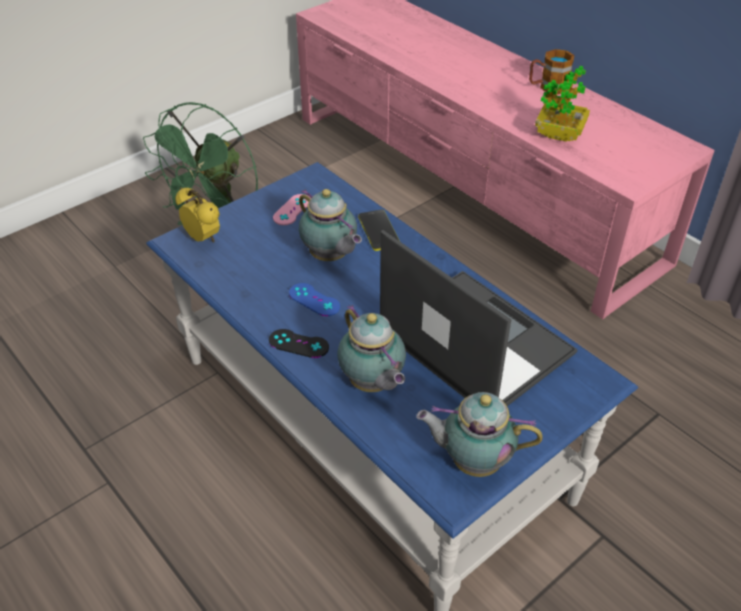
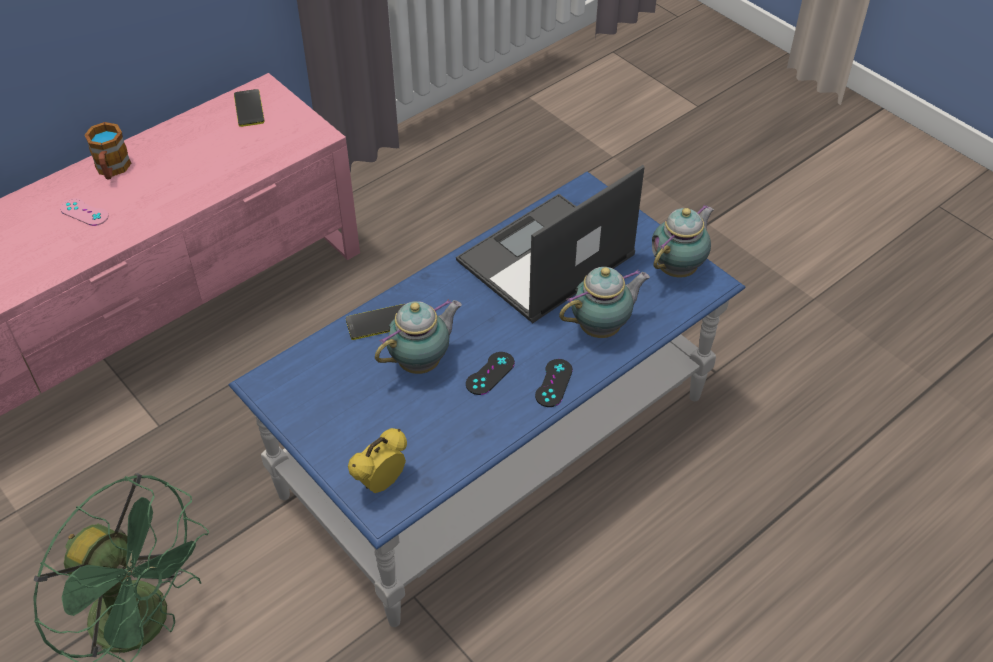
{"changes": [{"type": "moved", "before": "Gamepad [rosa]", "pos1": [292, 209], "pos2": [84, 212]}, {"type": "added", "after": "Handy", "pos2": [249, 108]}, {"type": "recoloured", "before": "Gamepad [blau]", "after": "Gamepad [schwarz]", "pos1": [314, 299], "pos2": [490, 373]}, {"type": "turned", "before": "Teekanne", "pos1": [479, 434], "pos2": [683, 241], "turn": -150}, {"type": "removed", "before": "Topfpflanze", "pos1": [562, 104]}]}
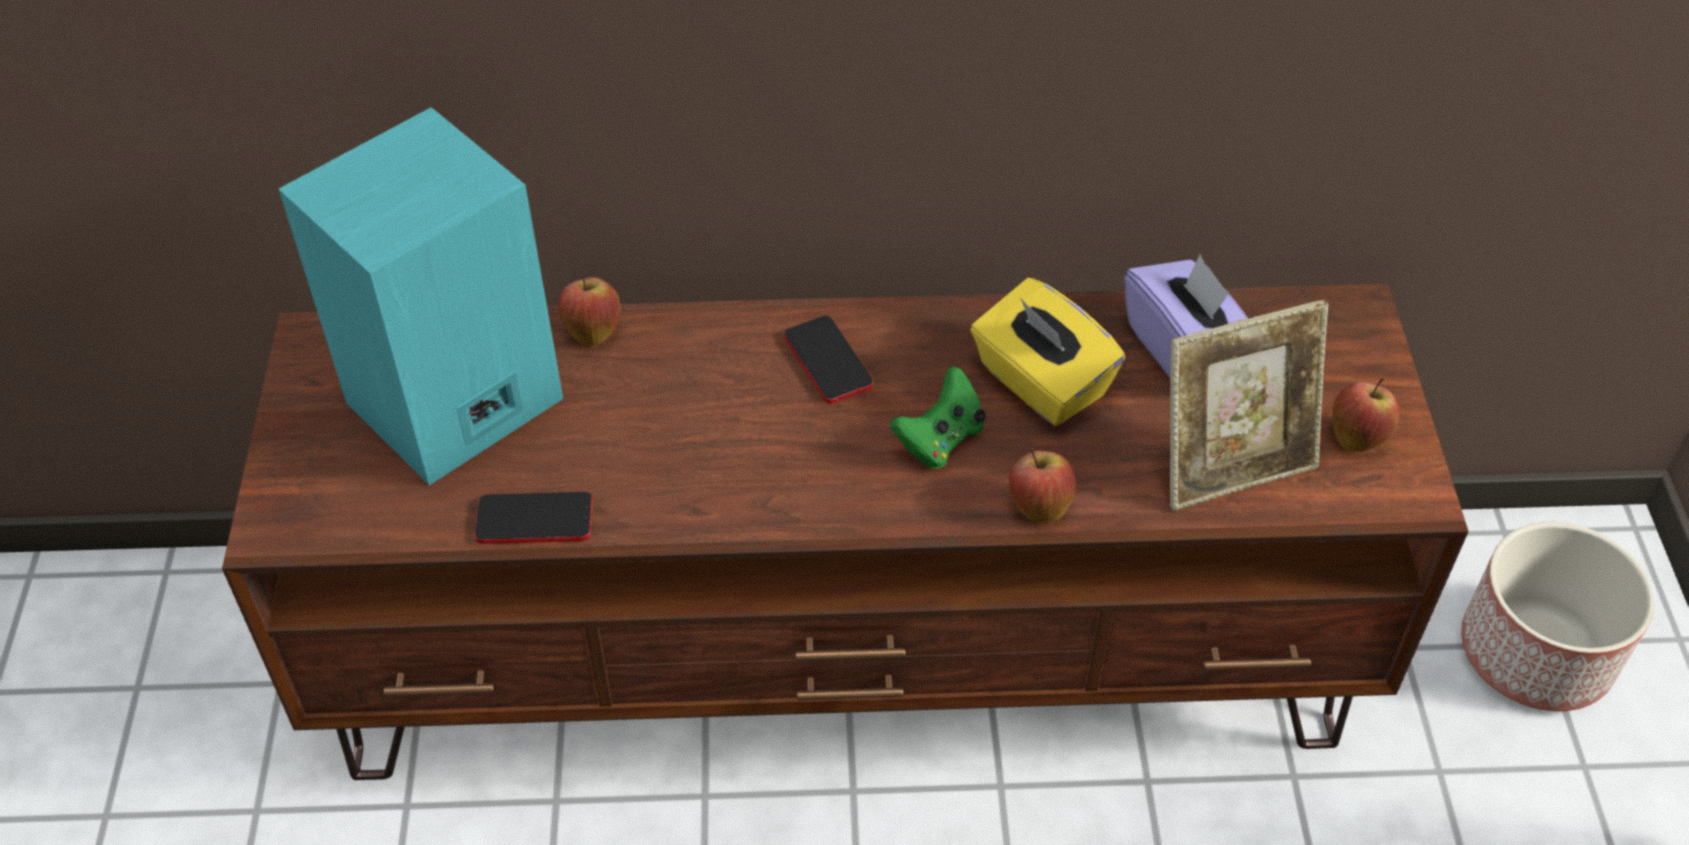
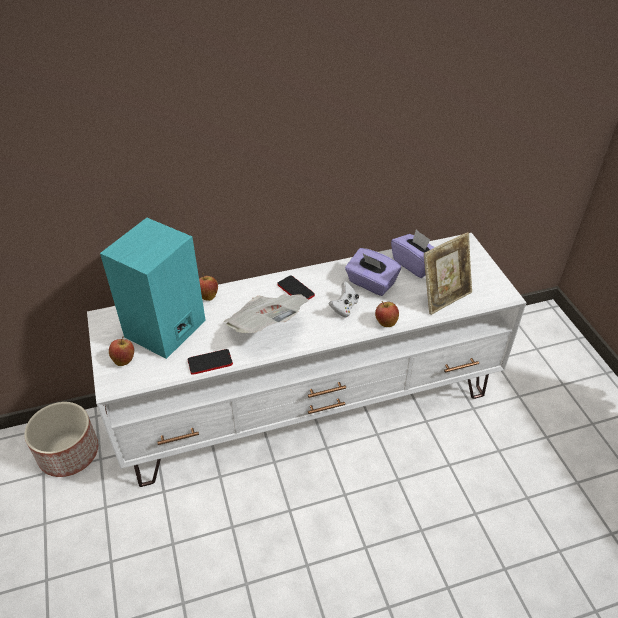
{"changes": [{"type": "moved", "before": "Pflanzkübel", "pos1": [1557, 617], "pos2": [61, 439]}, {"type": "recoloured", "before": "Fernsehschrank [braun]", "after": "Fernsehschrank [weiß]", "pos1": [845, 532], "pos2": [307, 360]}, {"type": "moved", "before": "Apfel", "pos1": [1365, 415], "pos2": [121, 351]}, {"type": "added", "after": "Zeitung", "pos2": [266, 313]}, {"type": "recoloured", "before": "Gamepad [grün]", "after": "Gamepad [weiß]", "pos1": [938, 418], "pos2": [344, 299]}, {"type": "recoloured", "before": "Taschentuchbox [gelb]", "after": "Taschentuchbox [lila]", "pos1": [1047, 352], "pos2": [373, 272]}]}
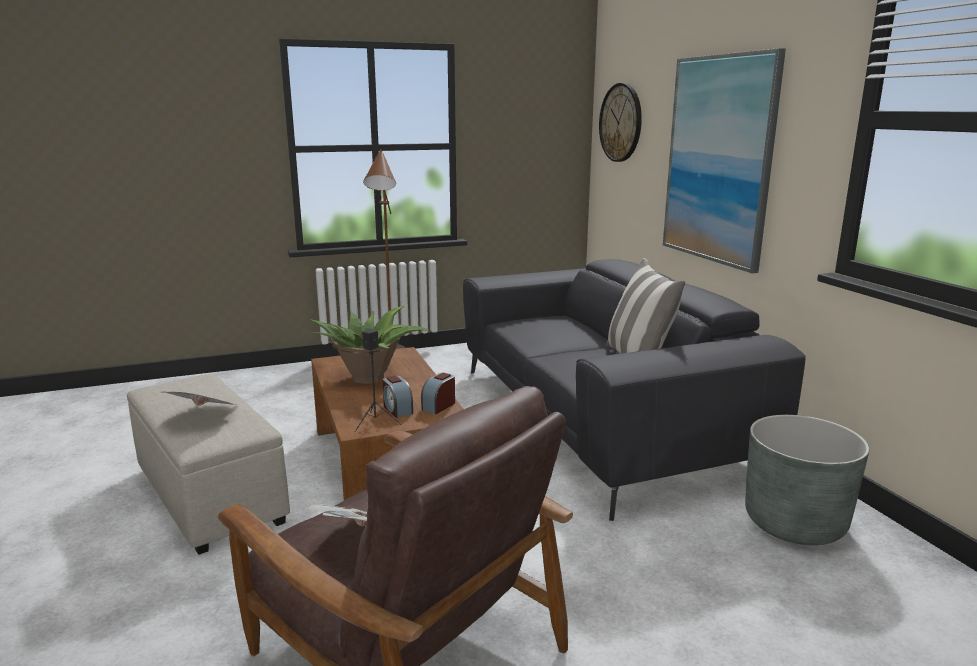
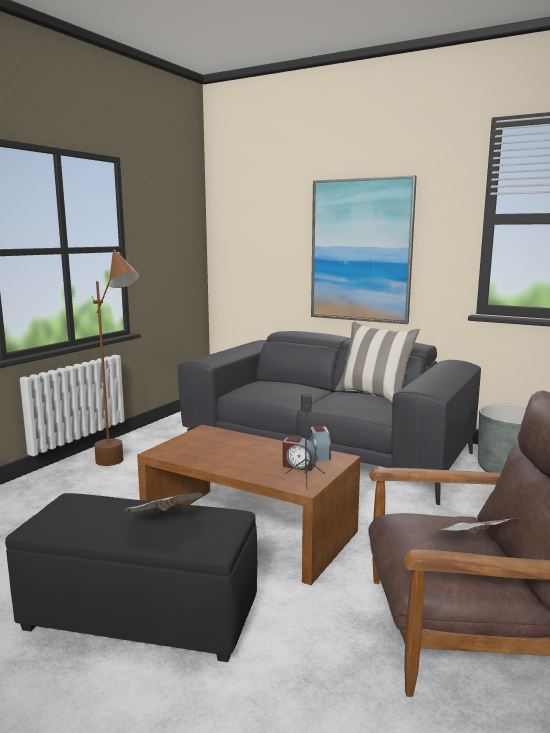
{"changes": [{"type": "recoloured", "before": "Polsterhocker [beige]", "after": "Polsterhocker [schwarz]", "pos1": [208, 464], "pos2": [131, 577]}, {"type": "removed", "before": "Topfpflanze", "pos1": [369, 345]}, {"type": "removed", "before": "Wanduhr", "pos1": [620, 122]}]}
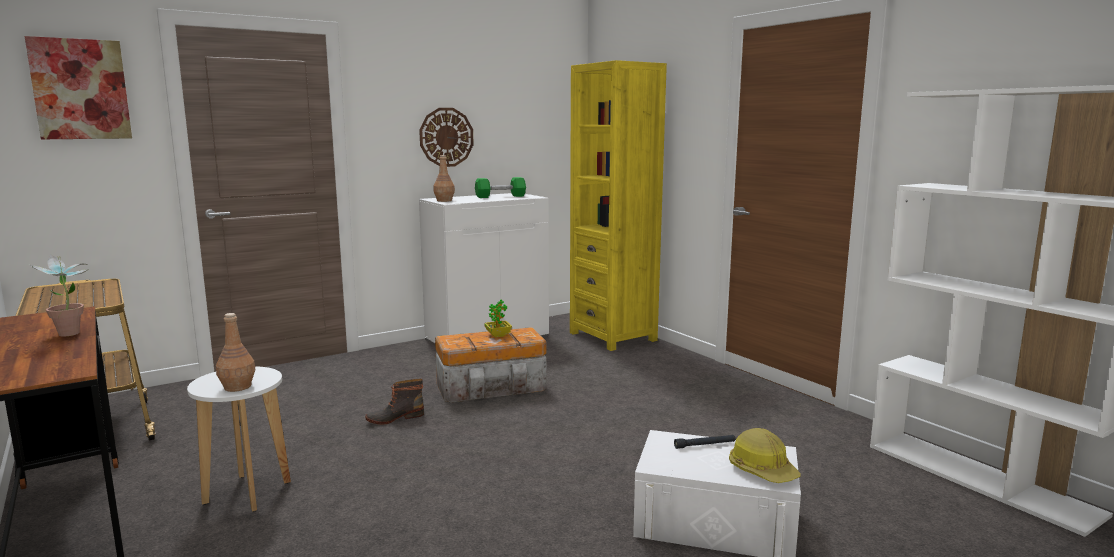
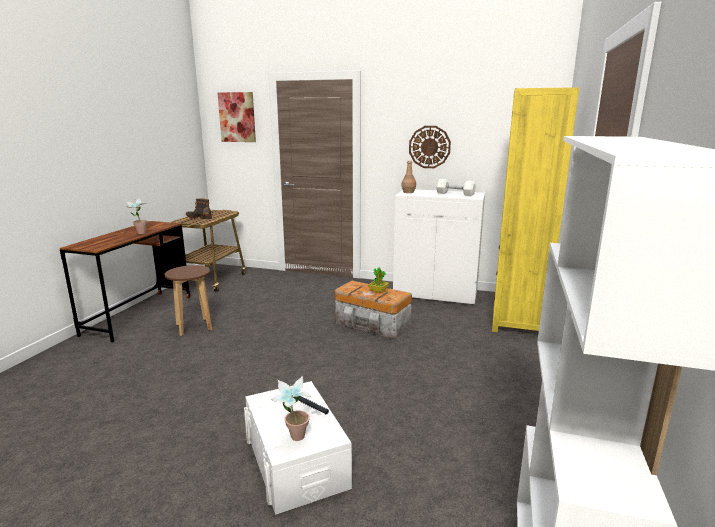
{"changes": [{"type": "recoloured", "before": "Hocker [weiß]", "after": "Hocker [braun]", "pos1": [239, 439], "pos2": [188, 300]}, {"type": "moved", "before": "Stiefel", "pos1": [394, 402], "pos2": [199, 208]}, {"type": "replaced", "before": "Schutzhelm", "after": "Topfpflanze", "pos1": [765, 455], "pos2": [291, 408]}, {"type": "recoloured", "before": "Hantel [grün]", "after": "Hantel [weiß]", "pos1": [500, 187], "pos2": [456, 187]}, {"type": "removed", "before": "Flasche [braun]", "pos1": [235, 352]}]}
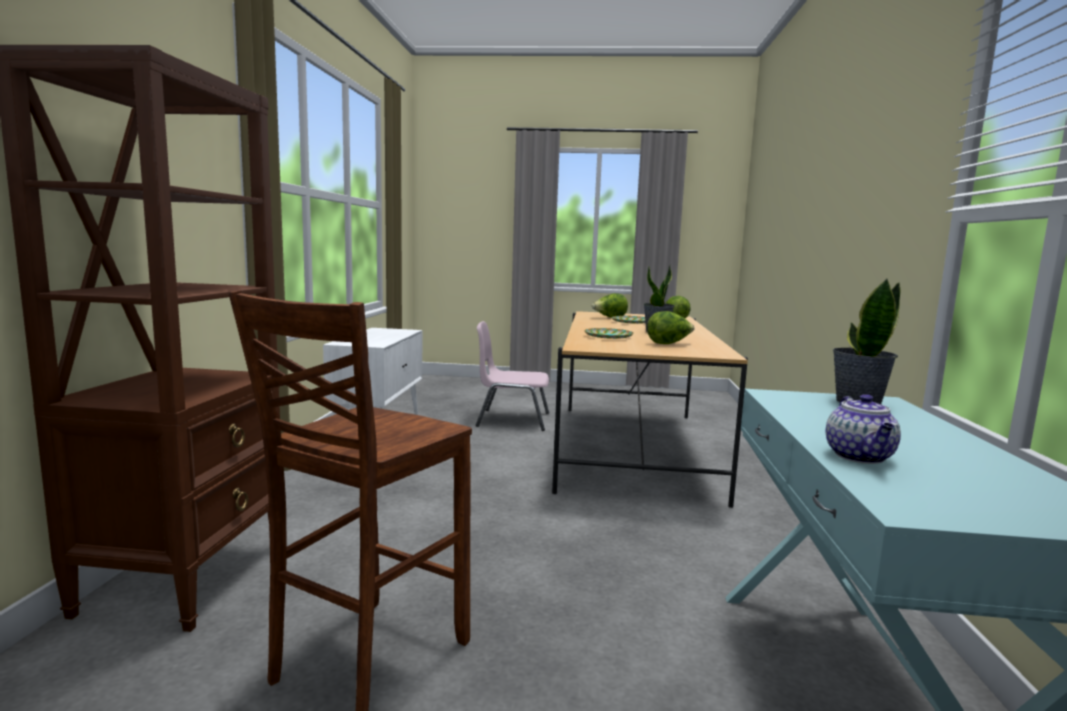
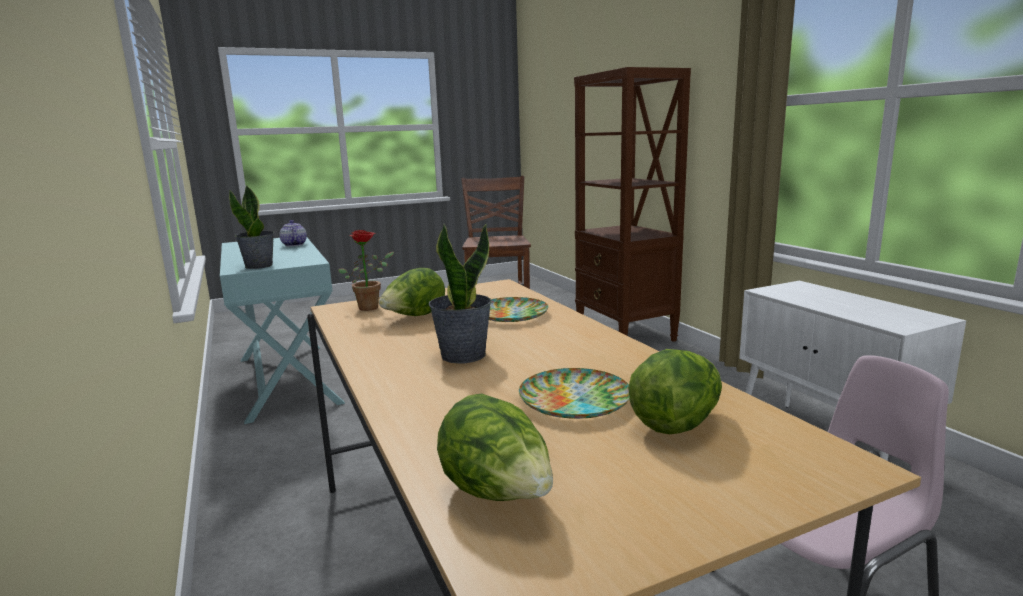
{"changes": [{"type": "added", "after": "Topfpflanze", "pos2": [366, 270]}]}
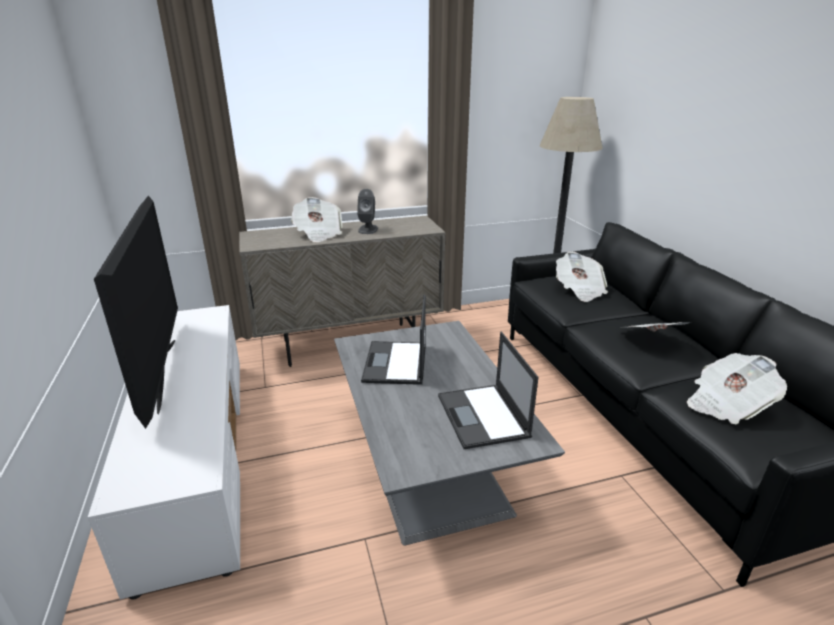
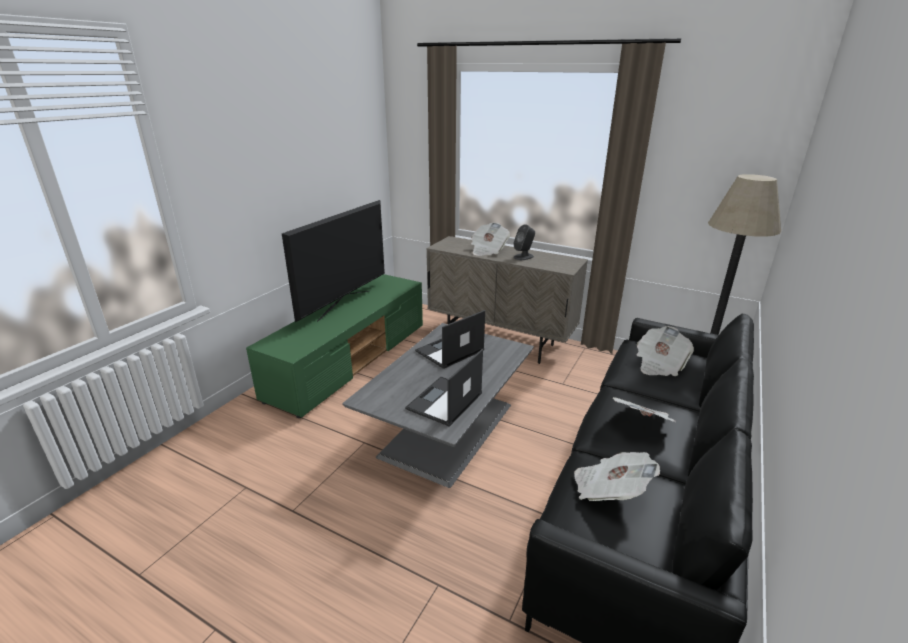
{"changes": [{"type": "recoloured", "before": "Fernsehschrank [weiß]", "after": "Fernsehschrank [grün]", "pos1": [164, 452], "pos2": [334, 346]}]}
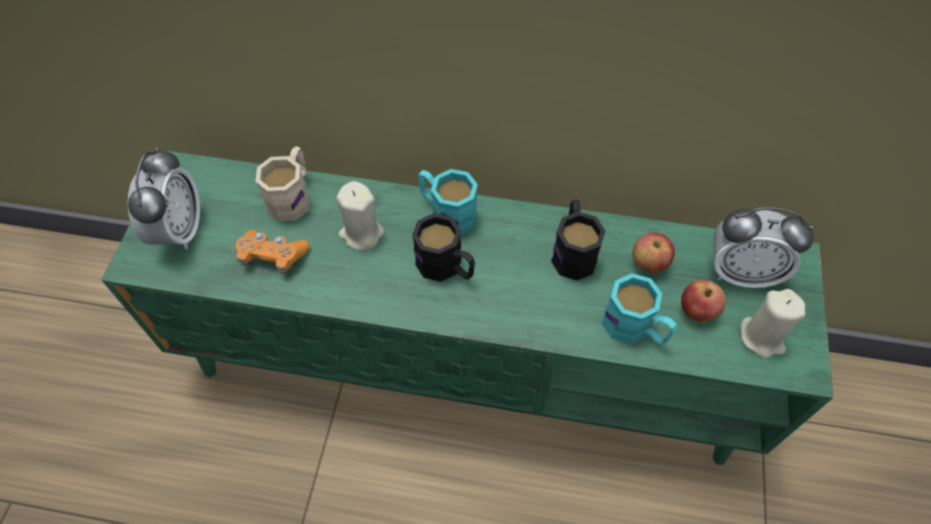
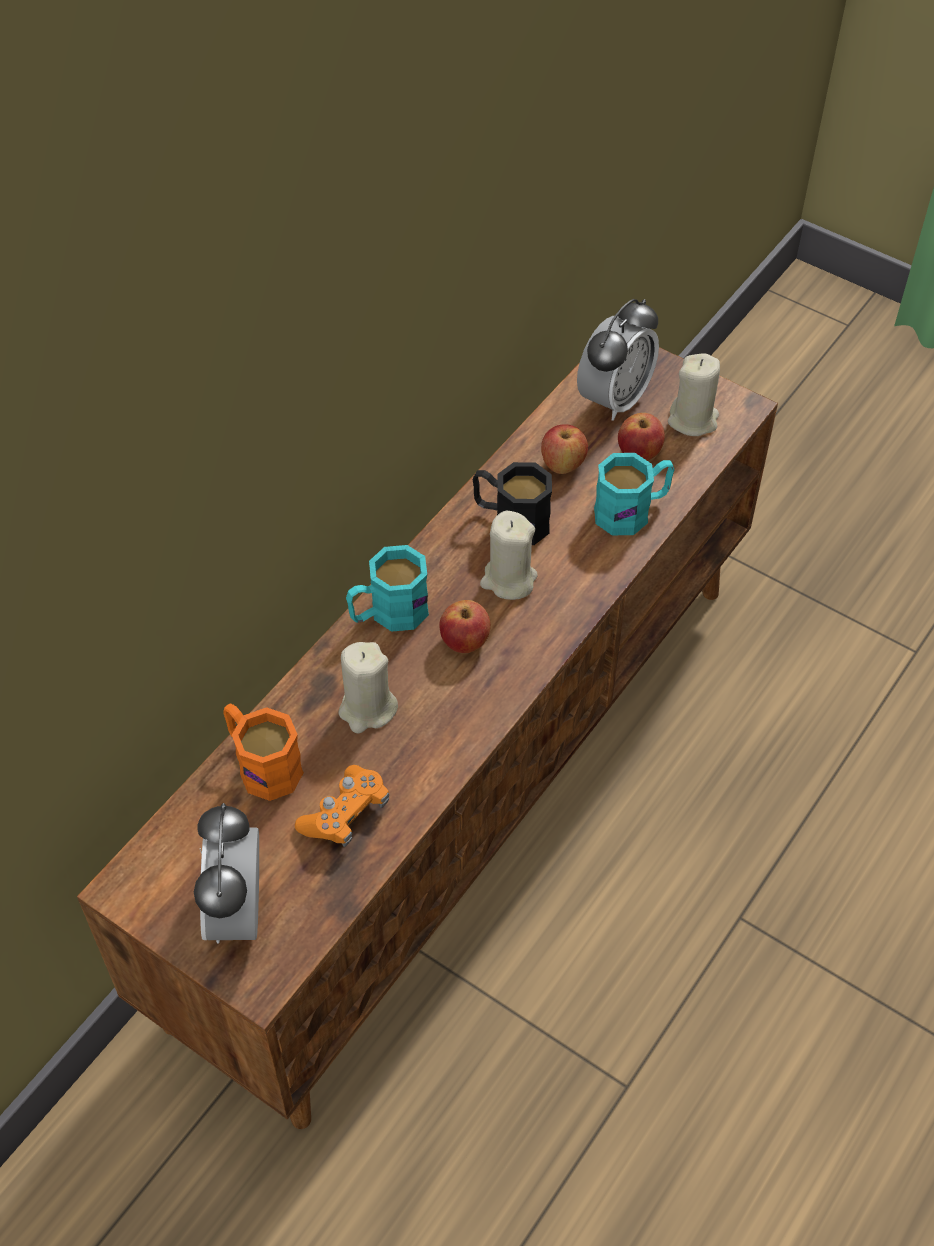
{"changes": [{"type": "recoloured", "before": "Fernsehschrank [grün]", "after": "Fernsehschrank [braun]", "pos1": [467, 308], "pos2": [427, 738]}, {"type": "turned", "before": "Wecker", "pos1": [164, 198], "pos2": [226, 873], "turn": -120}, {"type": "recoloured", "before": "Henkelbecher [beige]", "after": "Henkelbecher [orange]", "pos1": [283, 183], "pos2": [263, 752]}, {"type": "replaced", "before": "Henkelbecher [schwarz]", "after": "Apfel", "pos1": [443, 247], "pos2": [465, 626]}, {"type": "added", "after": "Kerze [beige]", "pos2": [508, 555]}]}
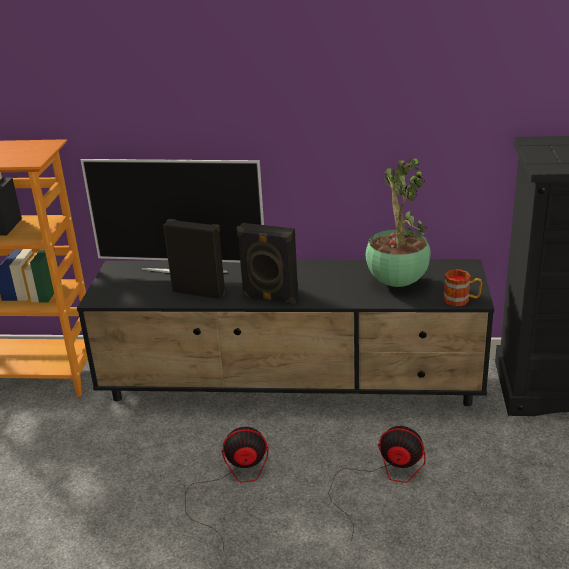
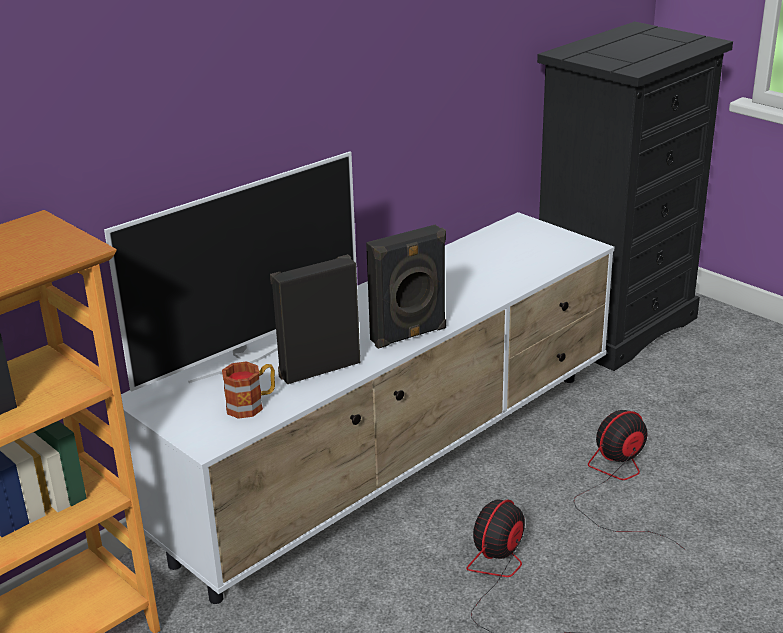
{"changes": [{"type": "recoloured", "before": "Fernsehschrank [schwarz]", "after": "Fernsehschrank [weiß]", "pos1": [285, 332], "pos2": [367, 408]}, {"type": "moved", "before": "Henkelbecher", "pos1": [462, 287], "pos2": [248, 390]}, {"type": "removed", "before": "Topfpflanze", "pos1": [398, 222]}]}
